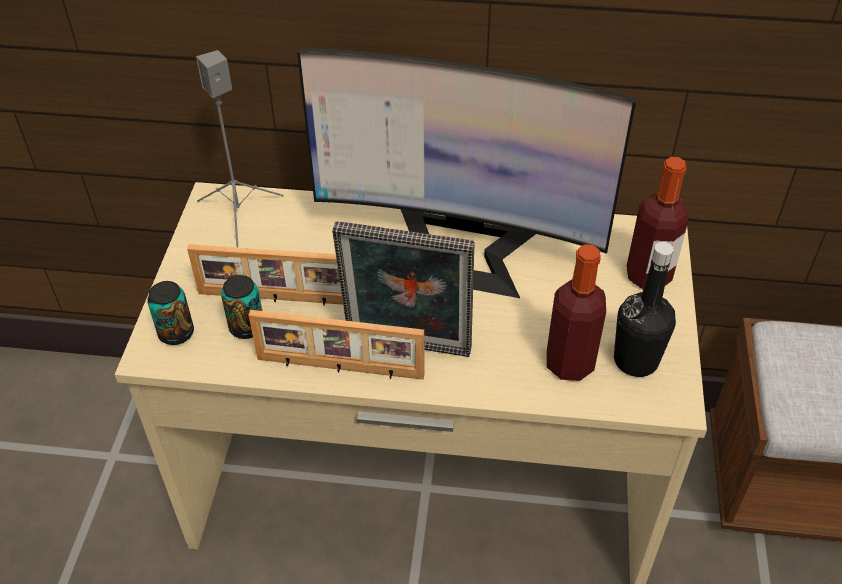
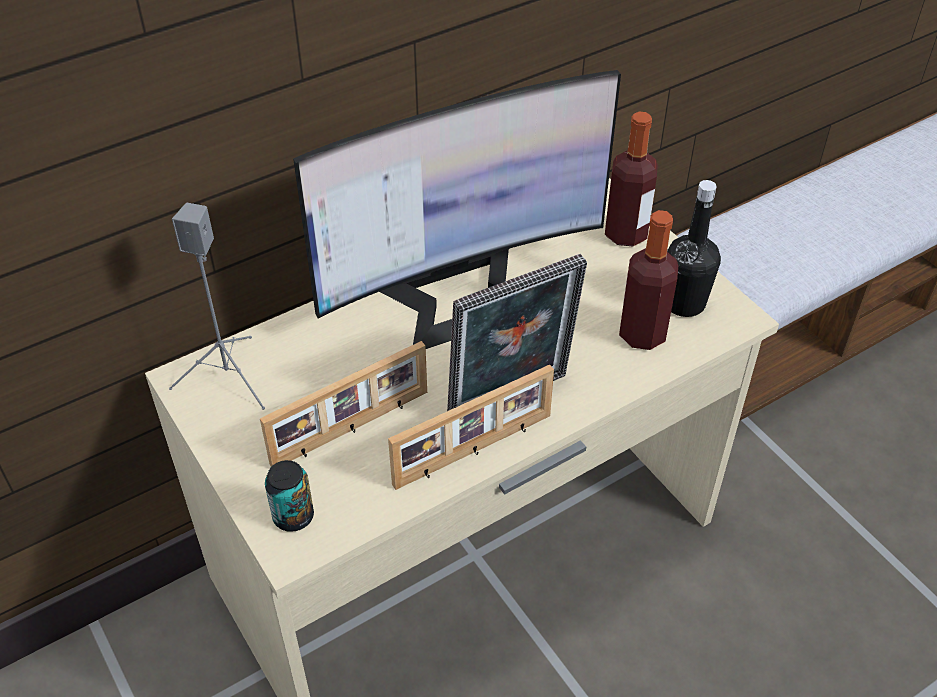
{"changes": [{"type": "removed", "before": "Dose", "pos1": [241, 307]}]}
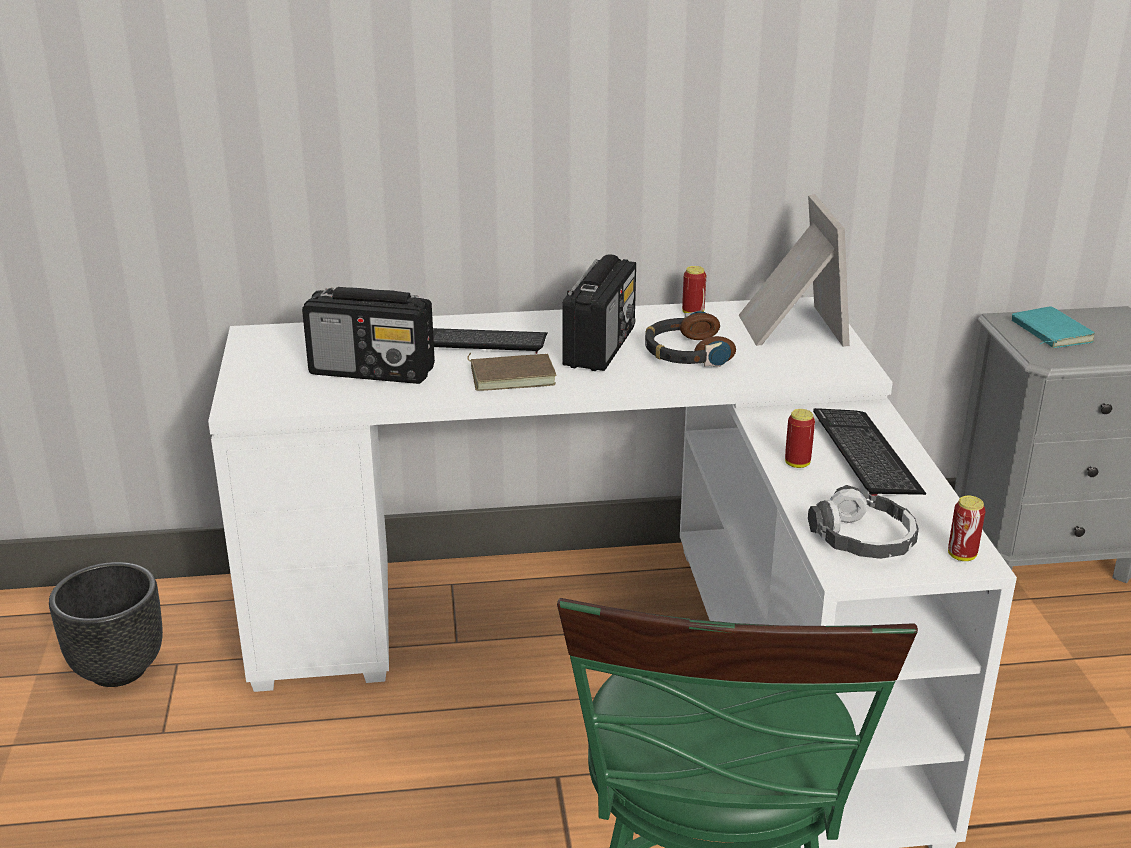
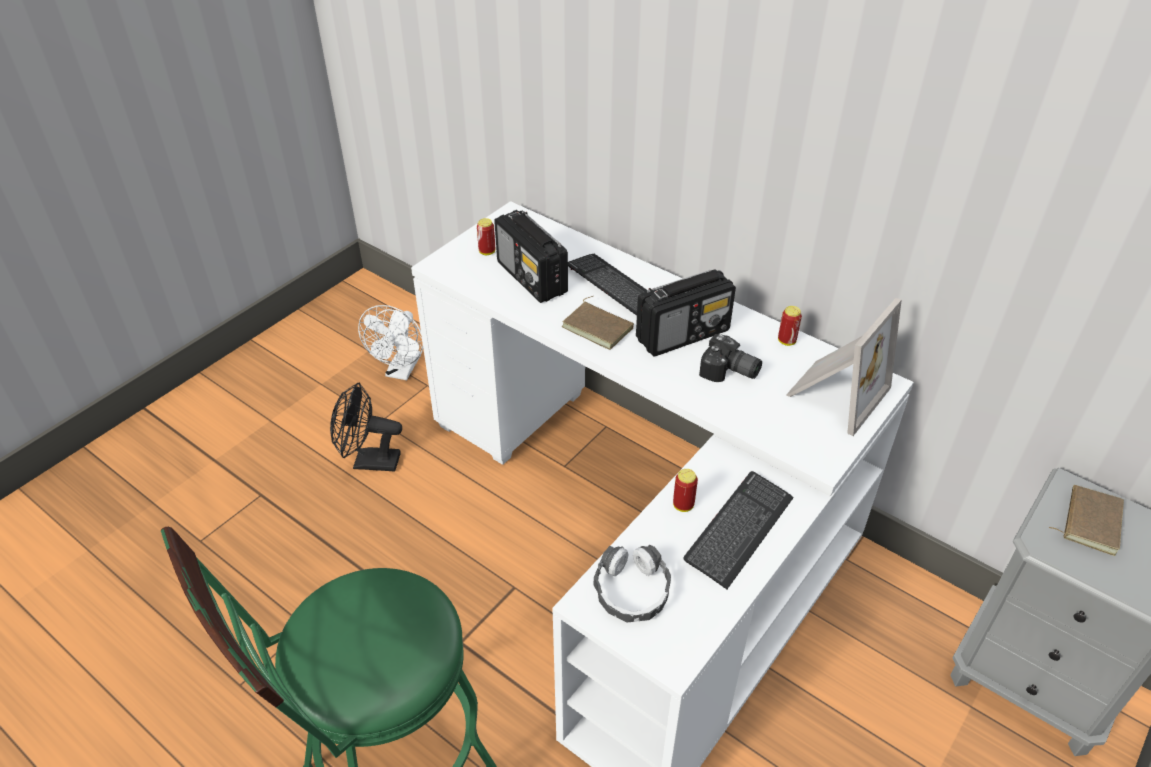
{"changes": [{"type": "added", "after": "Ventilator [schwarz]", "pos2": [366, 427]}, {"type": "replaced", "before": "Pflanzkübel [schwarz]", "after": "Ventilator [weiß]", "pos1": [106, 624], "pos2": [390, 342]}, {"type": "moved", "before": "Dose", "pos1": [966, 528], "pos2": [486, 236]}, {"type": "replaced", "before": "Kopfhörer", "after": "Kamera", "pos1": [690, 338], "pos2": [730, 358]}, {"type": "recoloured", "before": "Buch [türkis]", "after": "Buch [braun]", "pos1": [1053, 327], "pos2": [1086, 520]}]}
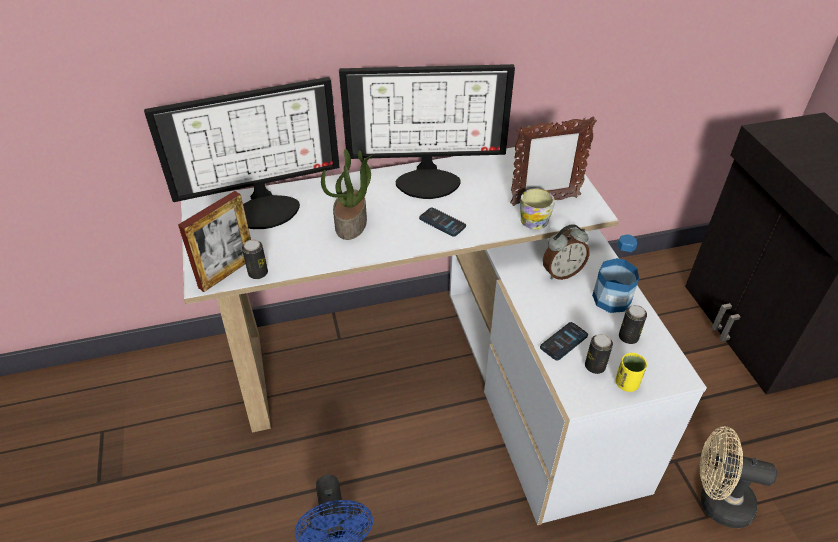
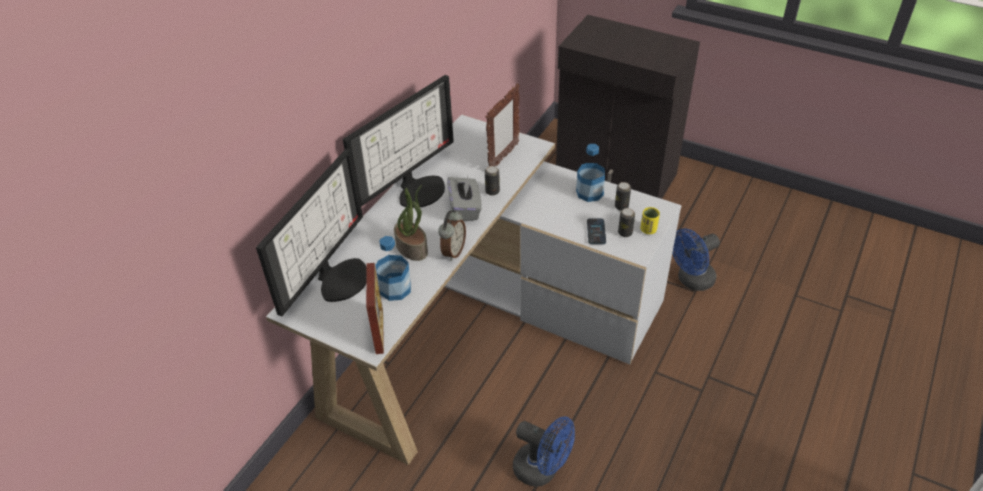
{"changes": [{"type": "added", "after": "Flasche", "pos2": [393, 268]}, {"type": "moved", "before": "Wecker", "pos1": [566, 252], "pos2": [452, 235]}, {"type": "replaced", "before": "Handy", "after": "Taschentuchbox [grau]", "pos1": [442, 222], "pos2": [464, 198]}, {"type": "moved", "before": "Dose", "pos1": [255, 259], "pos2": [492, 181]}, {"type": "recoloured", "before": "Ventilator [beige]", "after": "Ventilator [blau]", "pos1": [738, 477], "pos2": [696, 259]}, {"type": "removed", "before": "Henkelbecher", "pos1": [537, 209]}]}
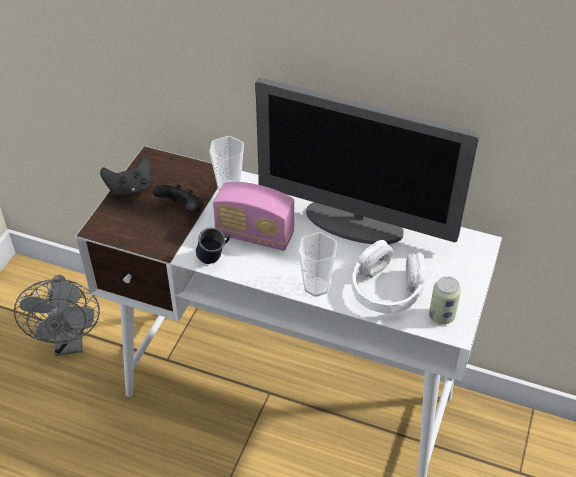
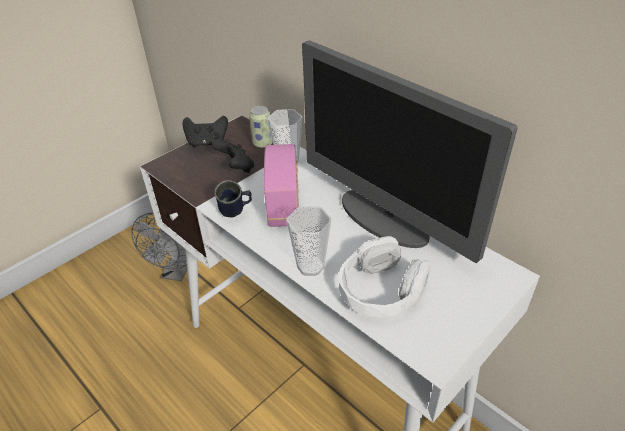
{"changes": [{"type": "moved", "before": "Dose", "pos1": [445, 301], "pos2": [261, 127]}, {"type": "turned", "before": "Radio", "pos1": [254, 216], "pos2": [281, 185], "turn": -135}]}
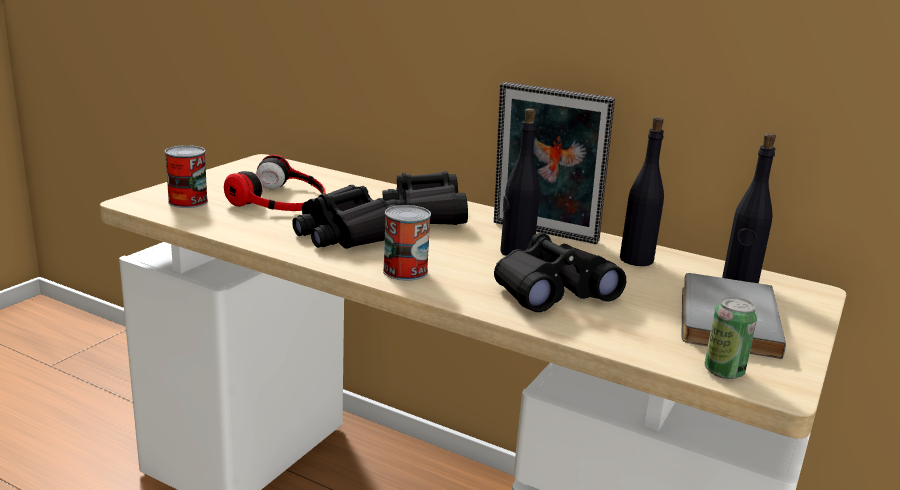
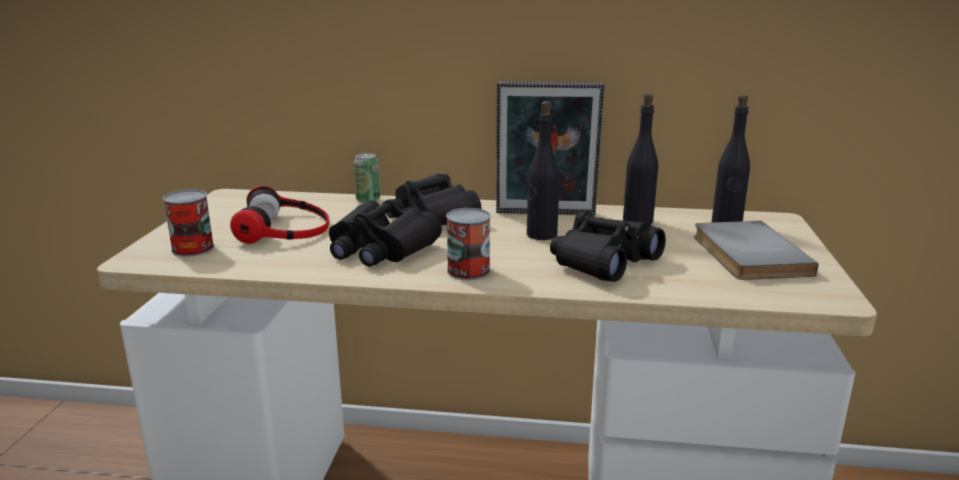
{"changes": [{"type": "moved", "before": "Dose", "pos1": [730, 338], "pos2": [366, 178]}]}
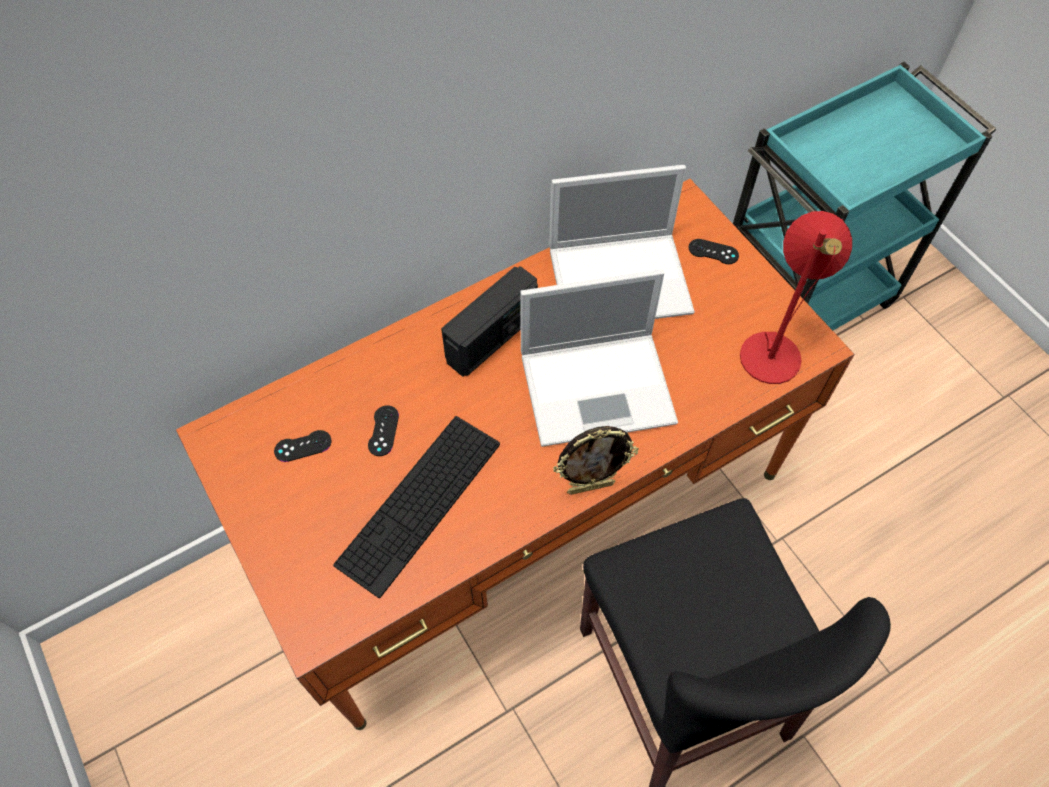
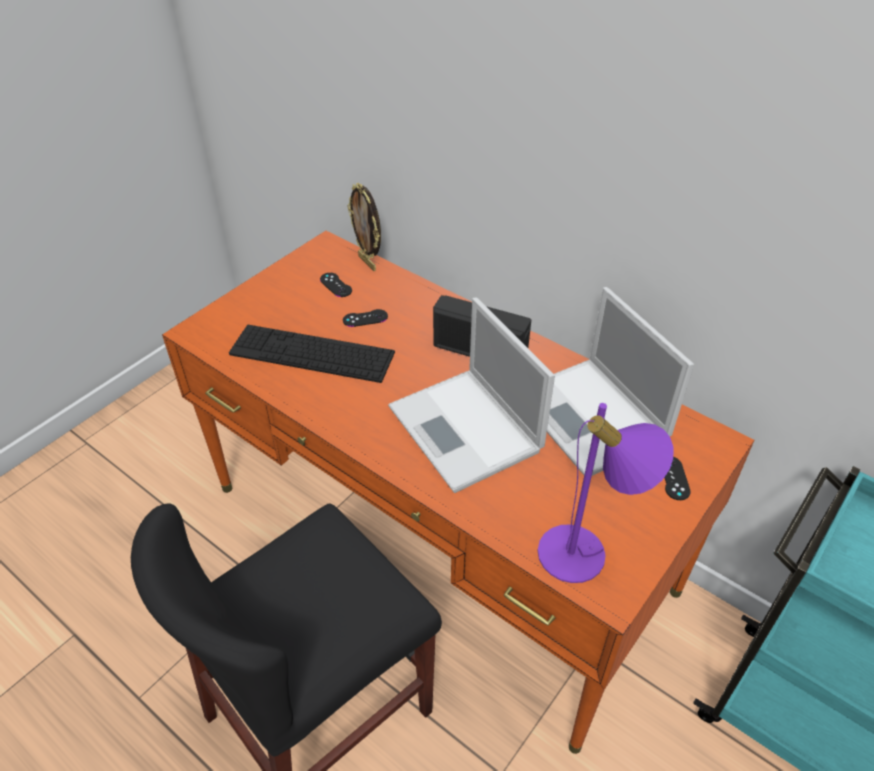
{"changes": [{"type": "moved", "before": "Bilderrahmen", "pos1": [596, 460], "pos2": [364, 227]}, {"type": "recoloured", "before": "Tischlampe [rot]", "after": "Tischlampe [lila]", "pos1": [796, 297], "pos2": [606, 493]}]}
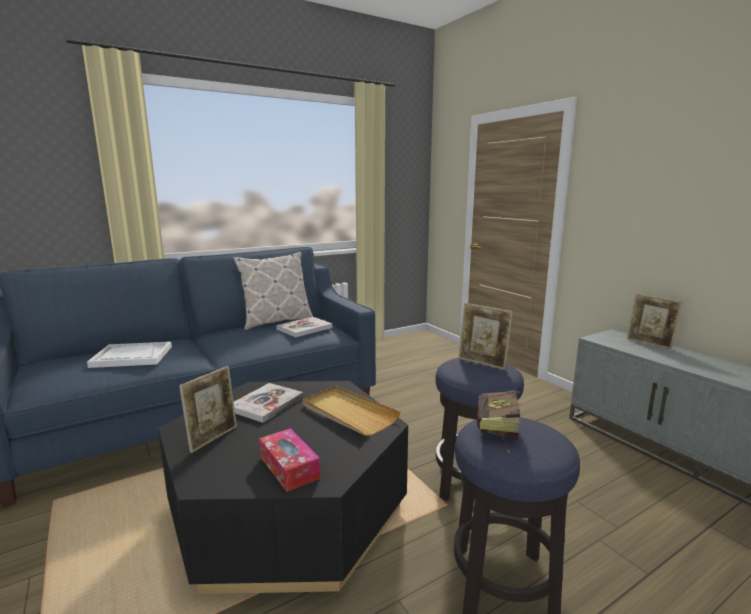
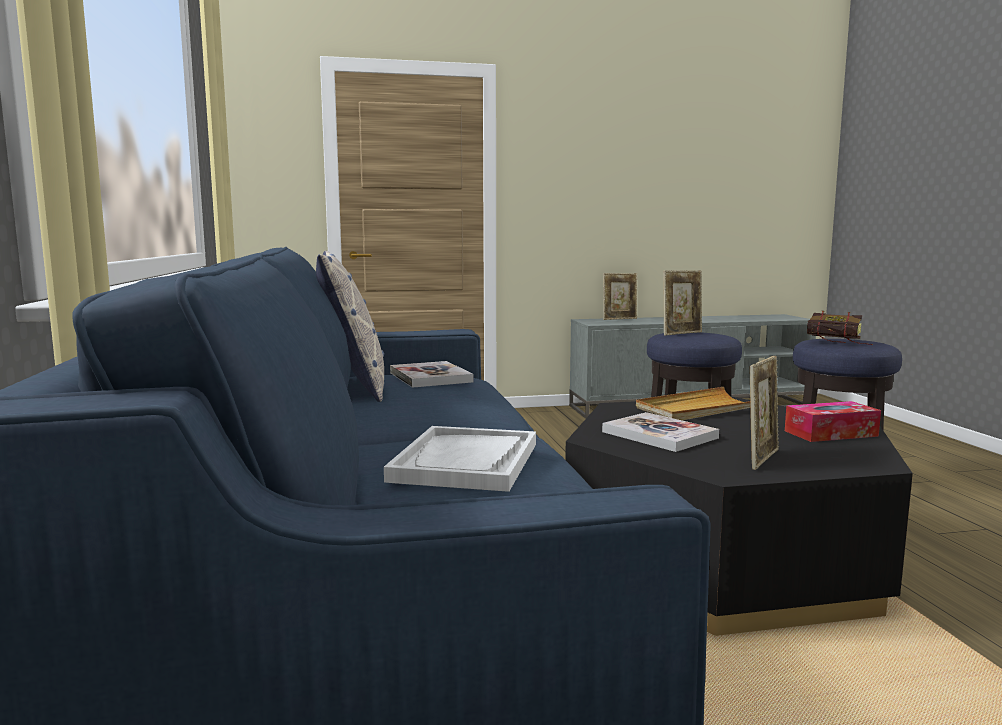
{"changes": [{"type": "turned", "before": "Bilderrahmen", "pos1": [208, 409], "pos2": [764, 413], "turn": 75}]}
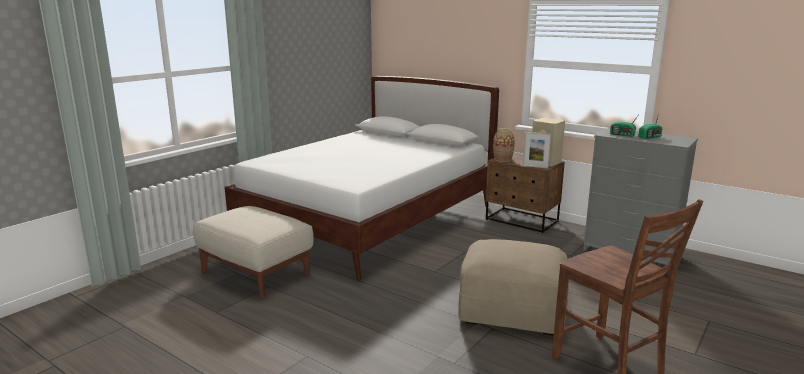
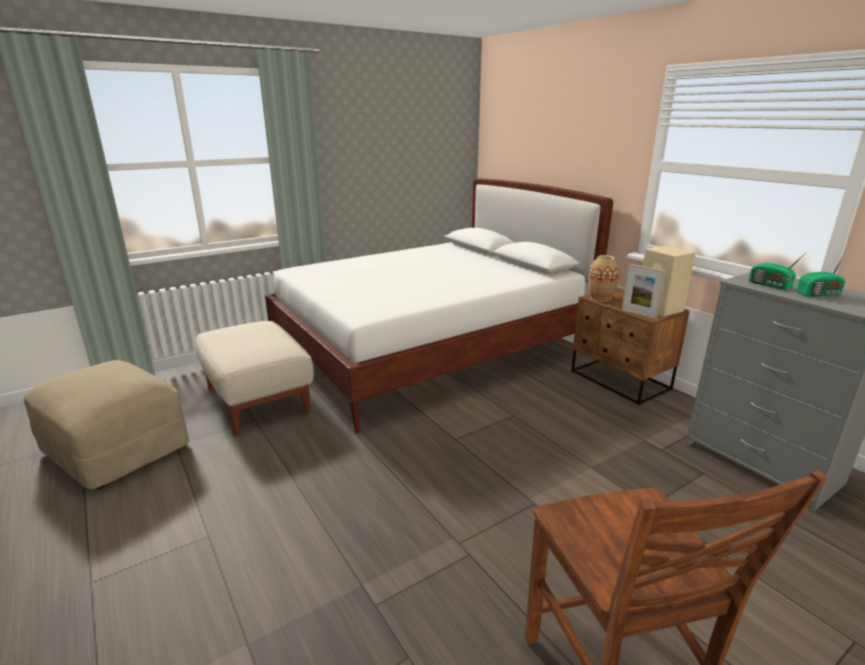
{"changes": [{"type": "moved", "before": "Polsterhocker [beige]", "pos1": [513, 287], "pos2": [106, 425]}]}
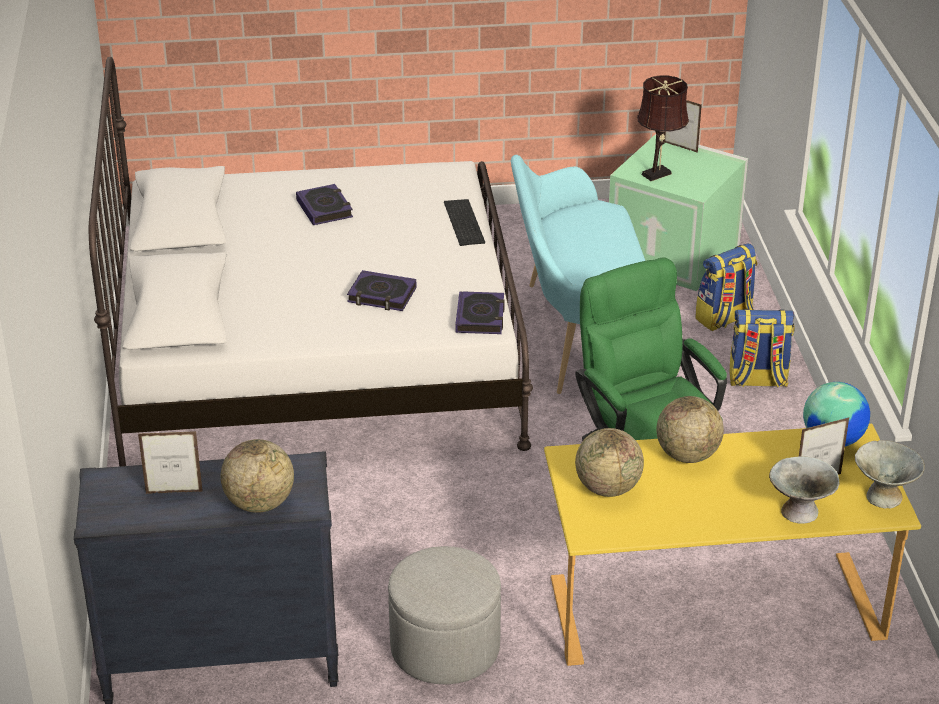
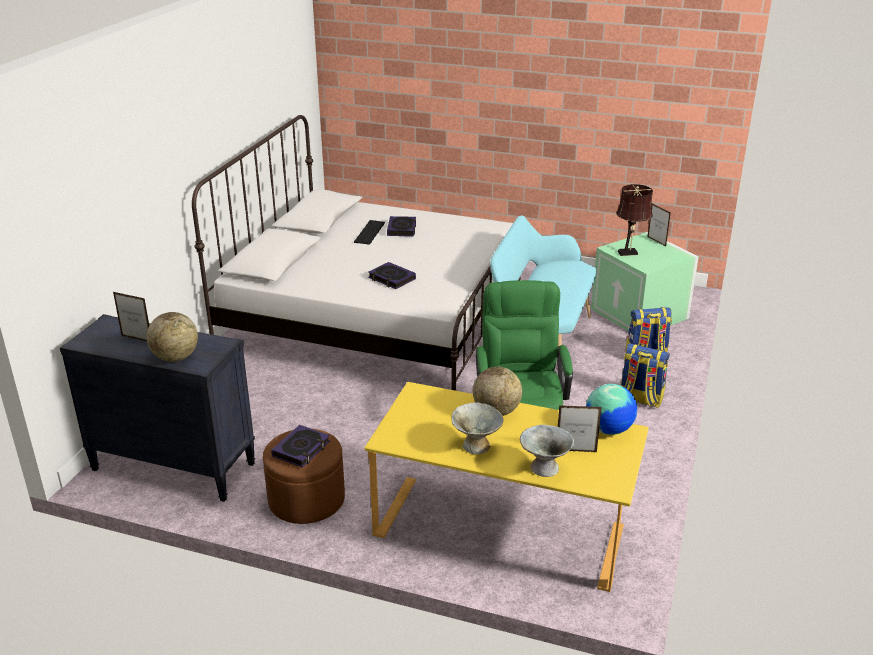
{"changes": [{"type": "recoloured", "before": "Polsterhocker [grau]", "after": "Polsterhocker [braun]", "pos1": [444, 615], "pos2": [304, 476]}, {"type": "moved", "before": "Buch", "pos1": [480, 312], "pos2": [300, 446]}, {"type": "moved", "before": "Tastatur", "pos1": [464, 222], "pos2": [369, 232]}, {"type": "moved", "before": "Schüssel [grau]", "pos1": [890, 474], "pos2": [478, 428]}, {"type": "removed", "before": "Globus", "pos1": [609, 462]}]}
